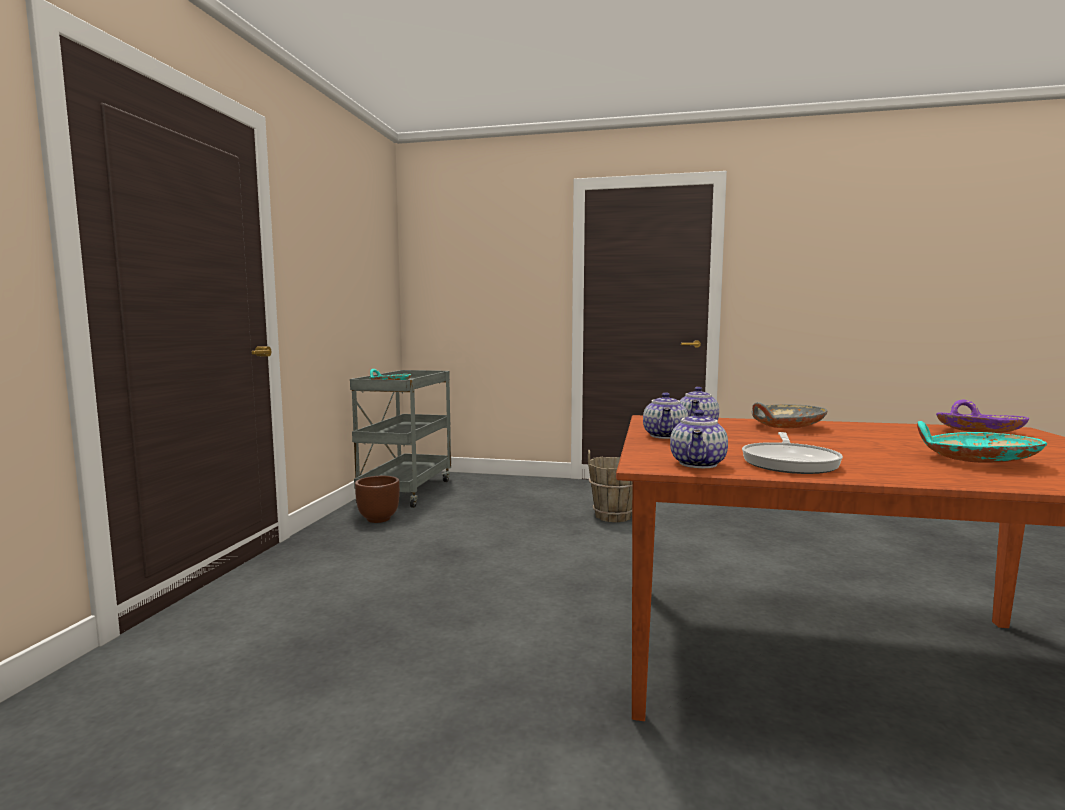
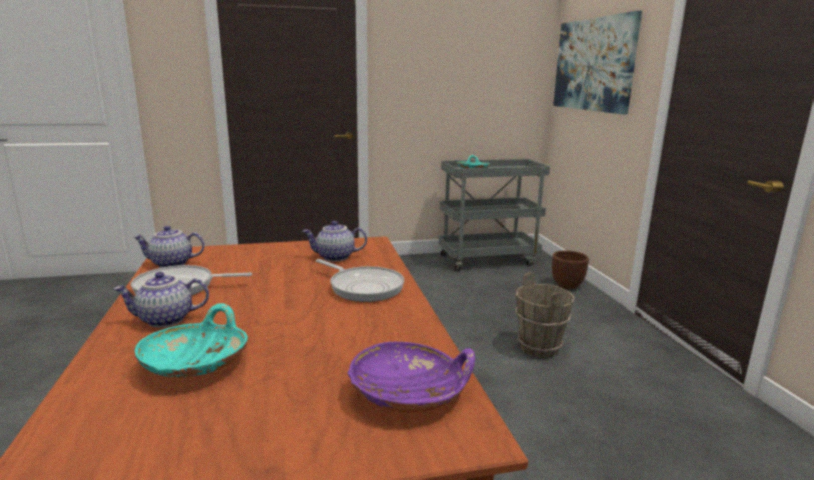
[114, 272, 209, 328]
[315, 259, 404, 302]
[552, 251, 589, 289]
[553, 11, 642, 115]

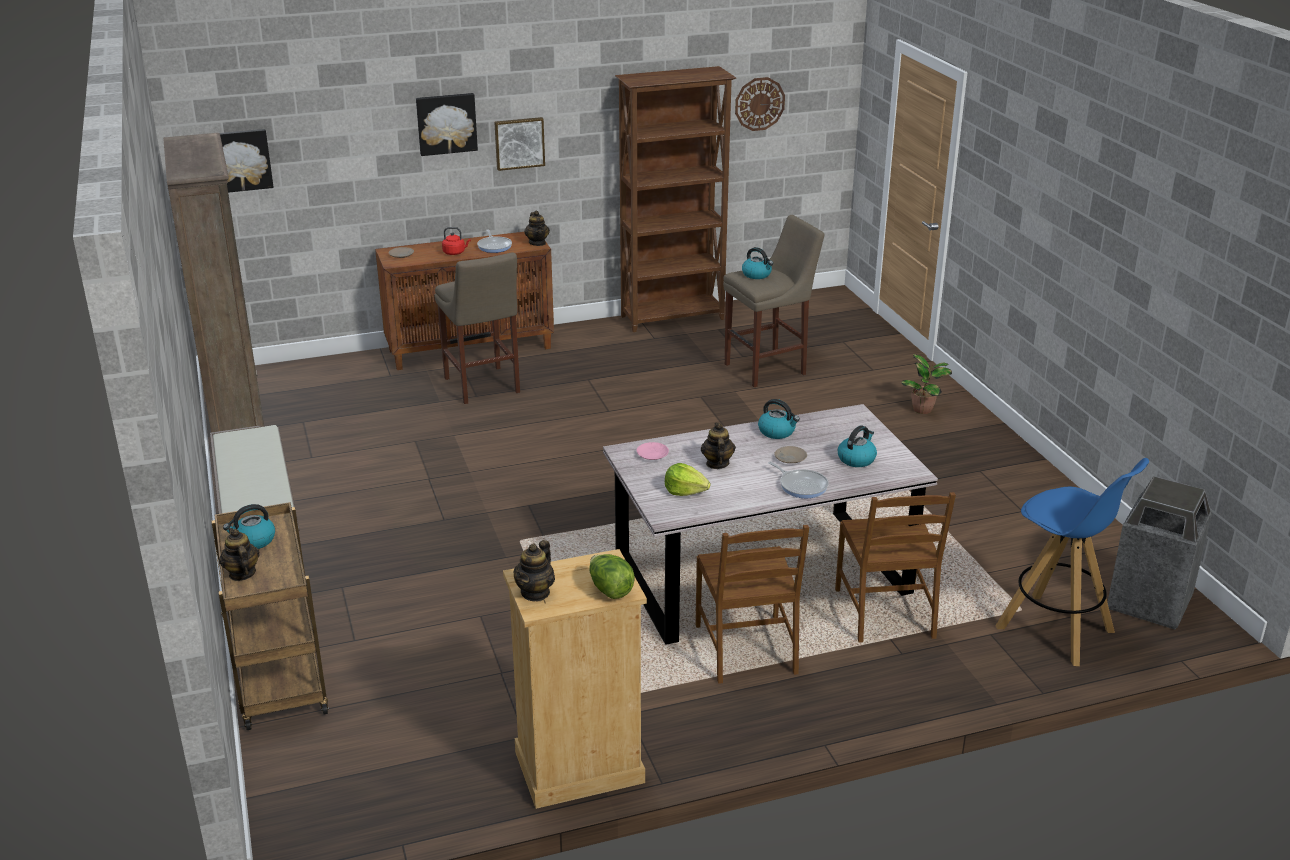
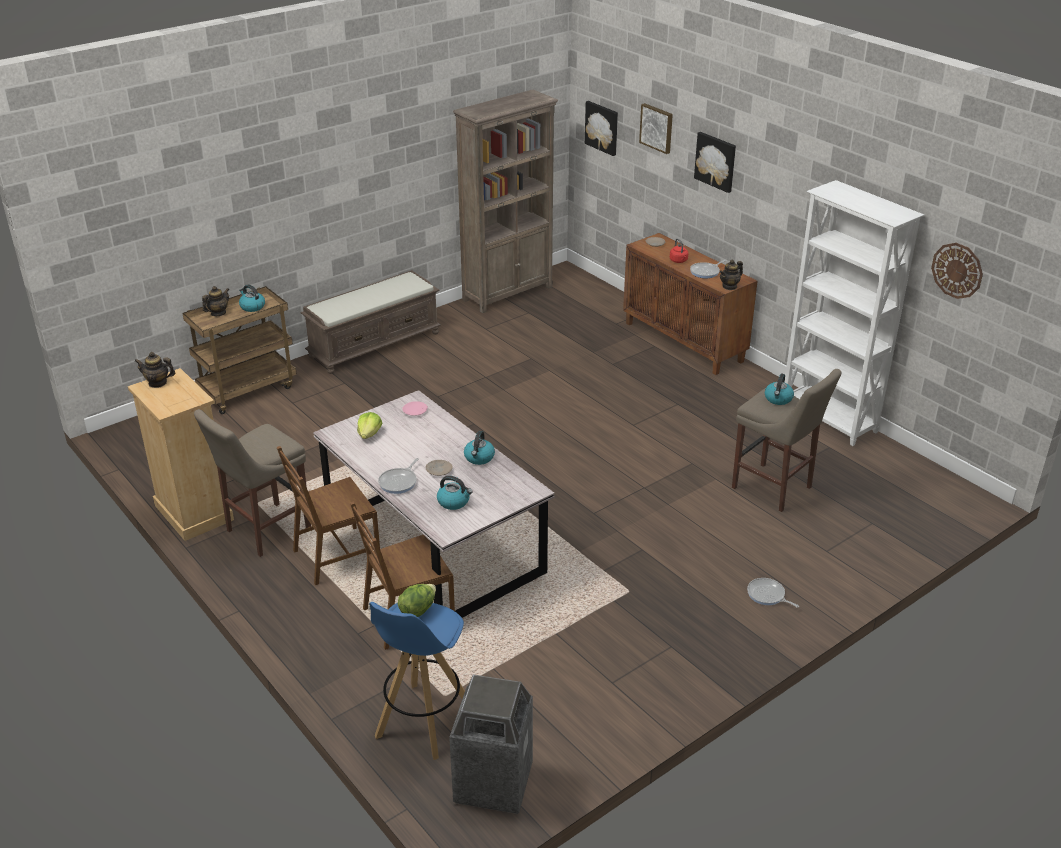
[784, 180, 924, 446]
[639, 103, 673, 154]
[194, 409, 311, 557]
[747, 578, 799, 608]
[701, 423, 736, 469] (first image)
[398, 584, 436, 617]

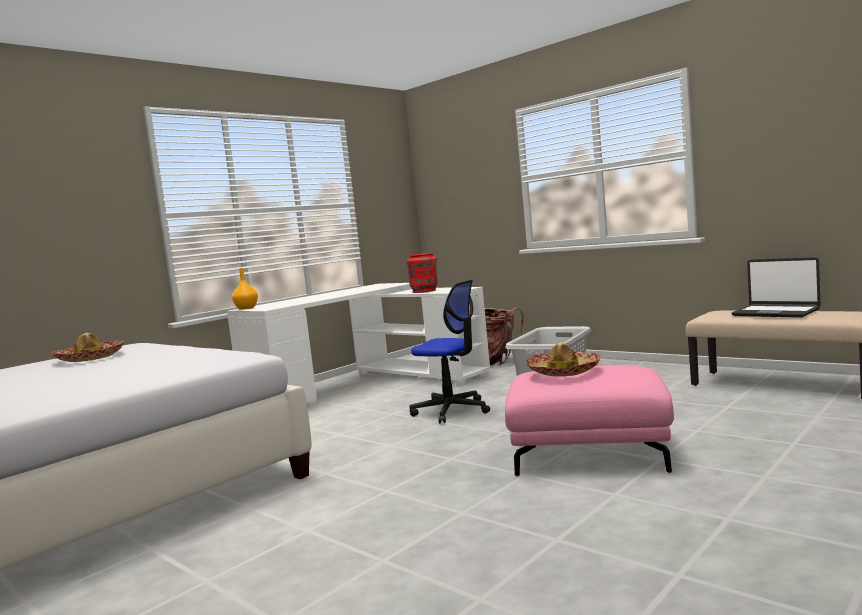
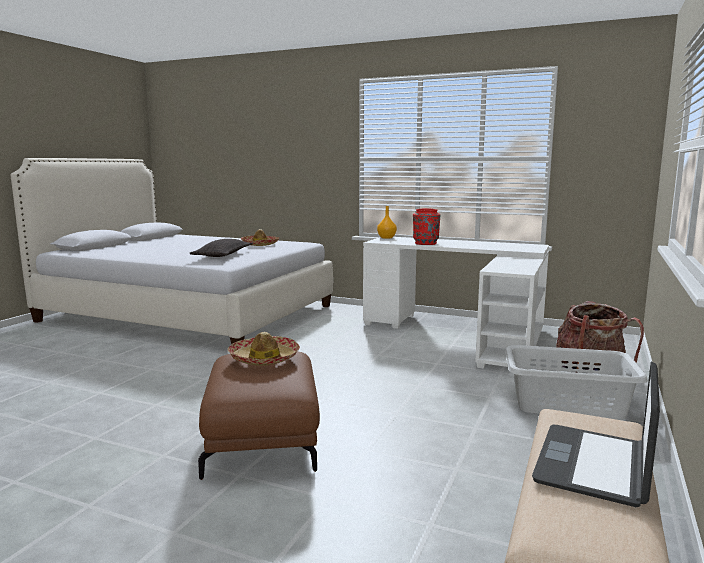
[413, 208, 440, 245]
[409, 280, 490, 424] (first image)
[198, 351, 320, 480]
[190, 239, 253, 257]

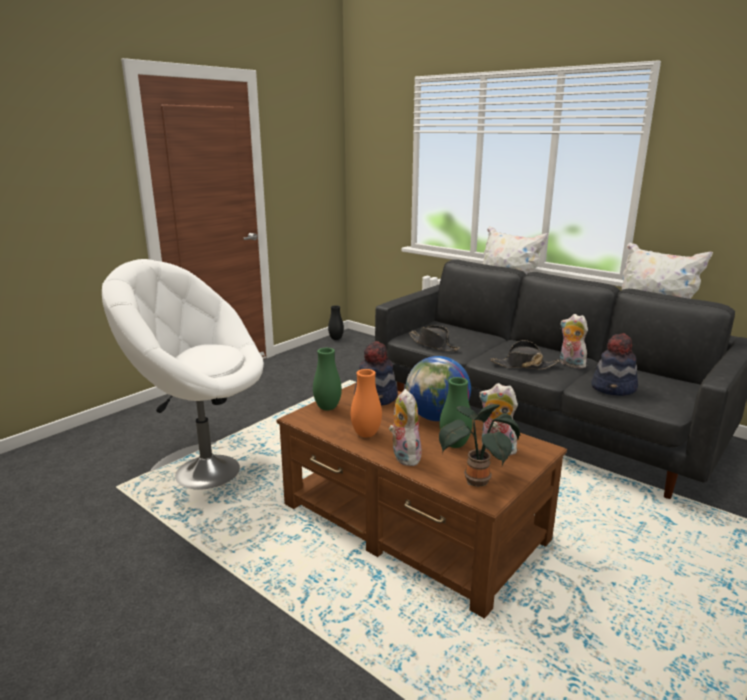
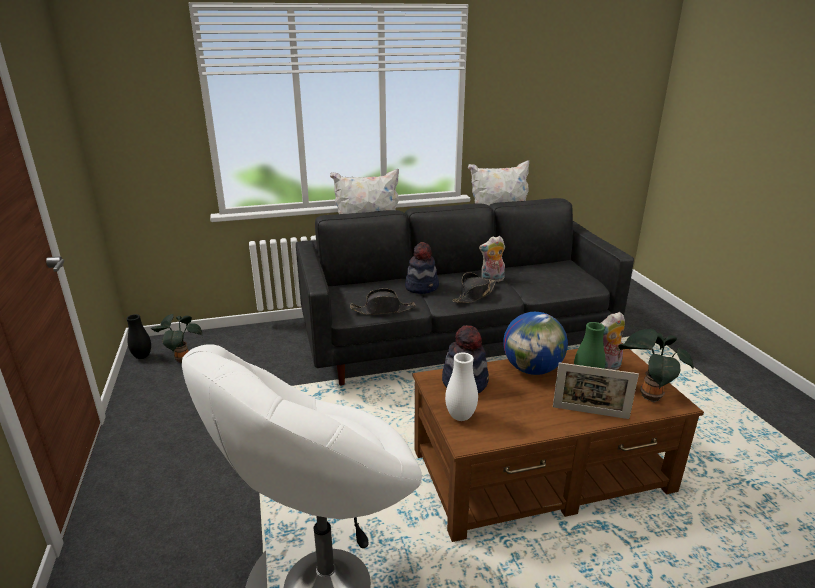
[405, 242, 439, 294]
[445, 353, 478, 421]
[351, 369, 382, 438] (first image)
[553, 362, 639, 419]
[150, 314, 203, 363]

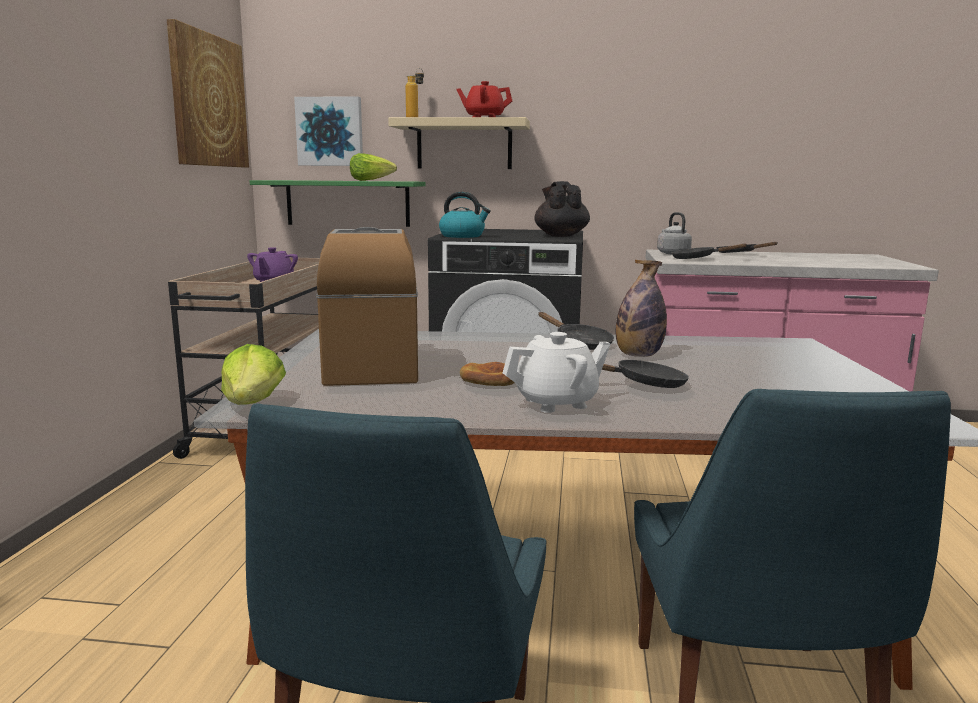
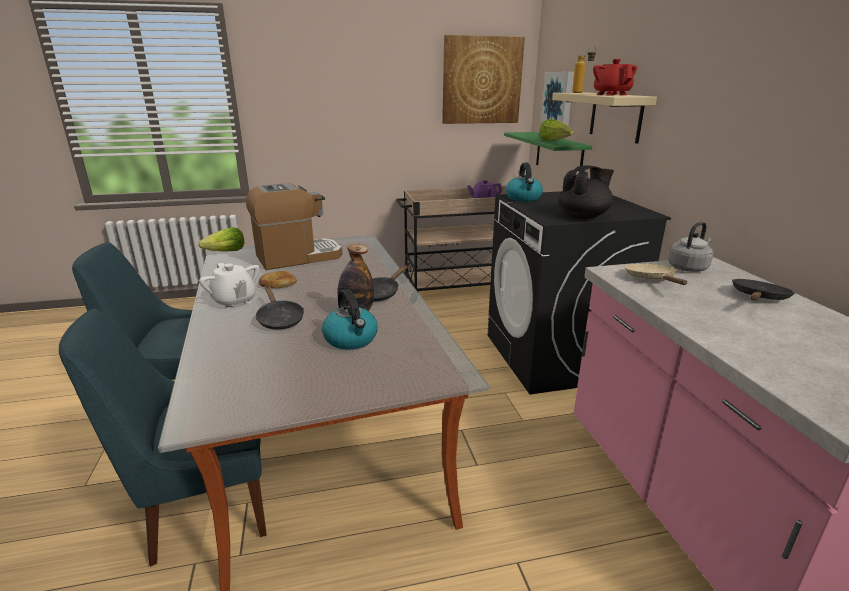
[625, 264, 687, 285]
[322, 289, 378, 350]

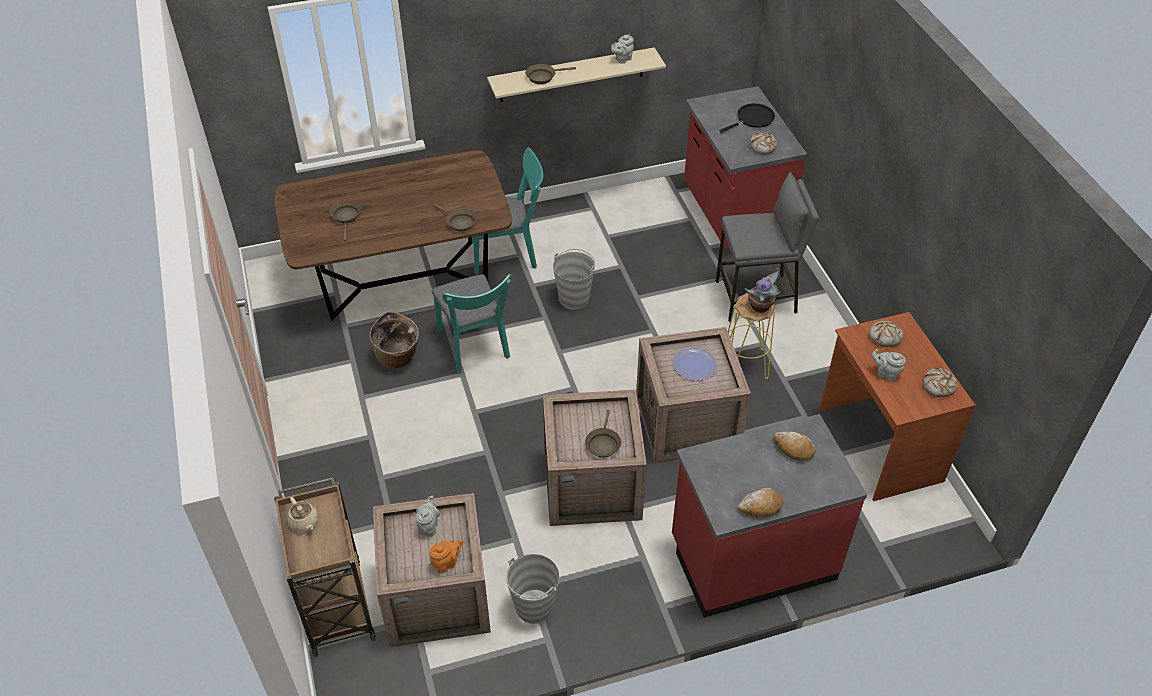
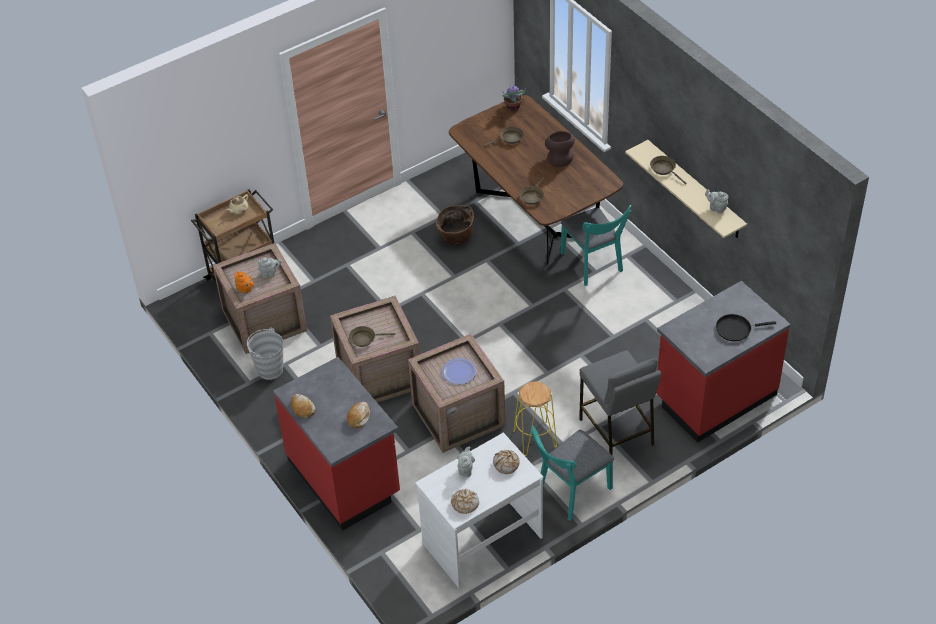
[716, 314, 776, 341]
[750, 132, 777, 154] (first image)
[553, 249, 595, 310] (first image)
[501, 84, 526, 111]
[531, 426, 614, 521]
[415, 433, 544, 588]
[545, 131, 575, 167]

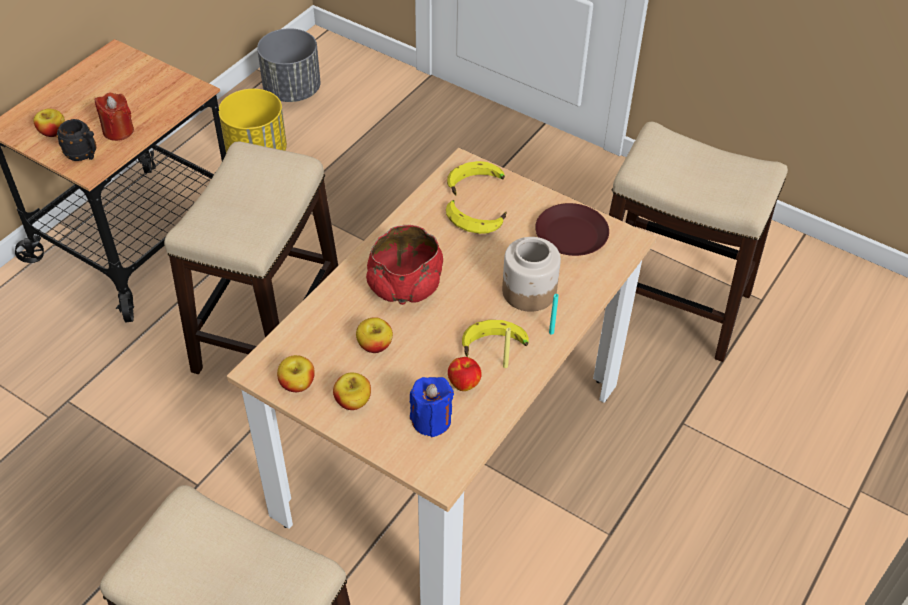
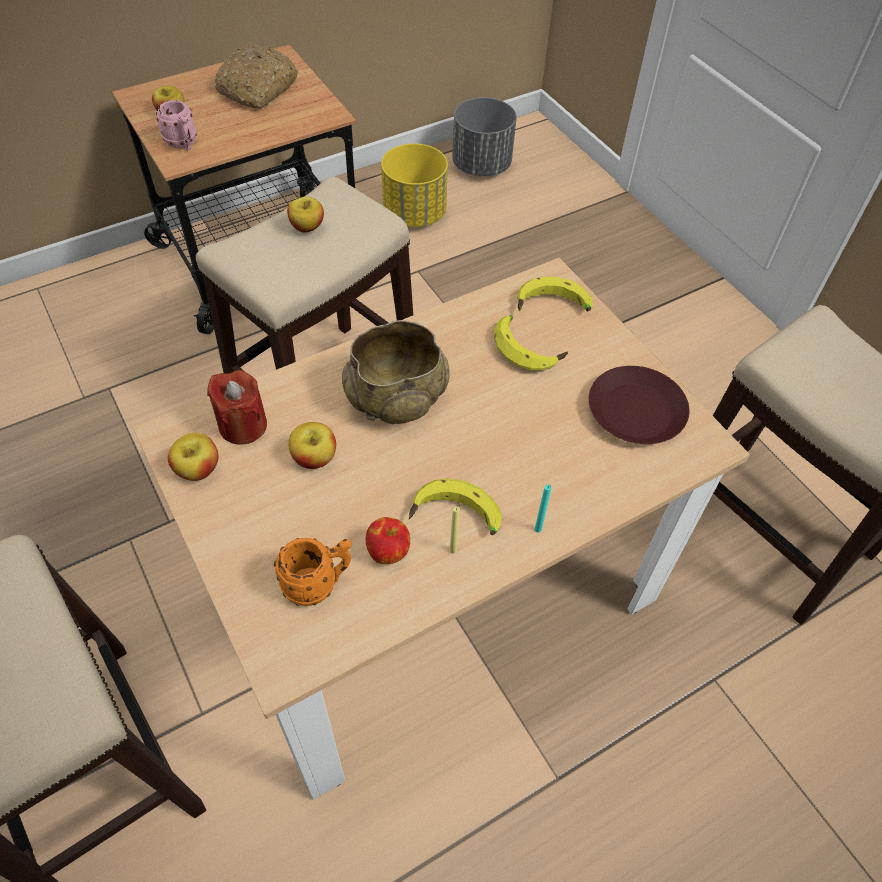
[207, 370, 267, 445]
[156, 100, 197, 151]
[342, 320, 450, 424]
[502, 237, 561, 312] (first image)
[287, 196, 324, 232]
[274, 538, 352, 606]
[215, 44, 298, 109]

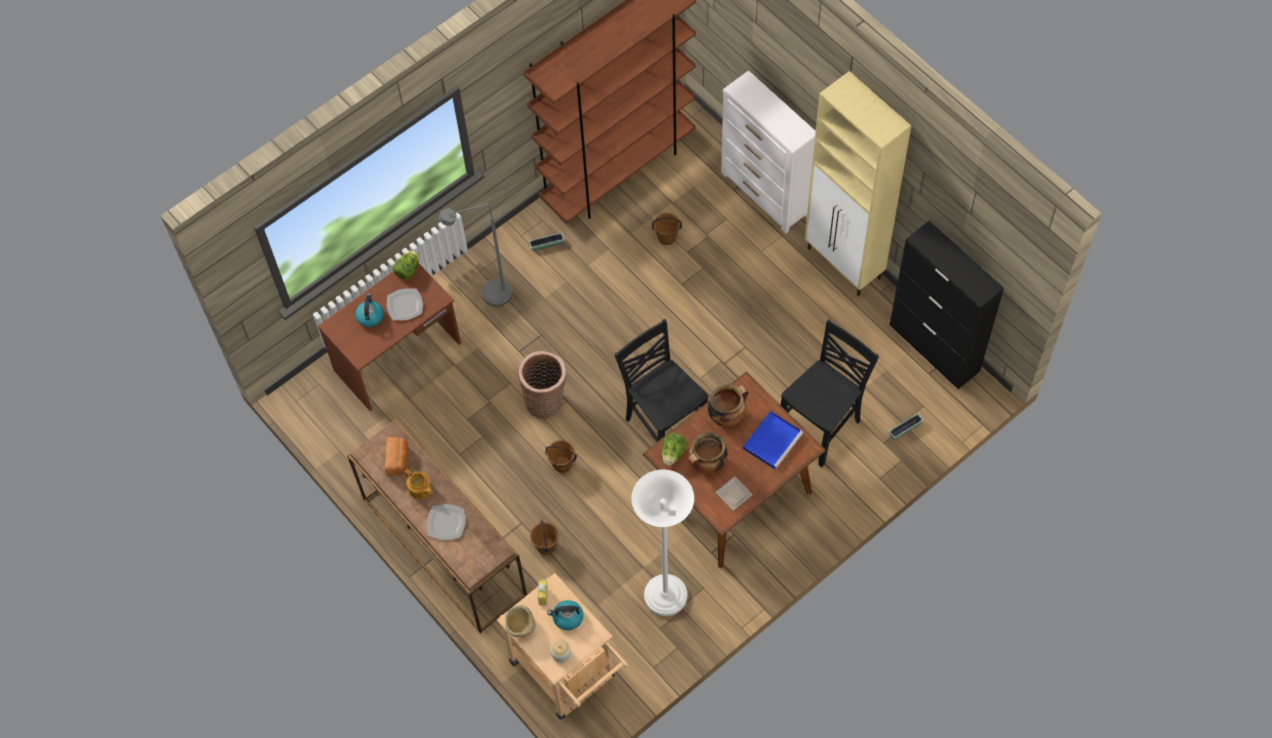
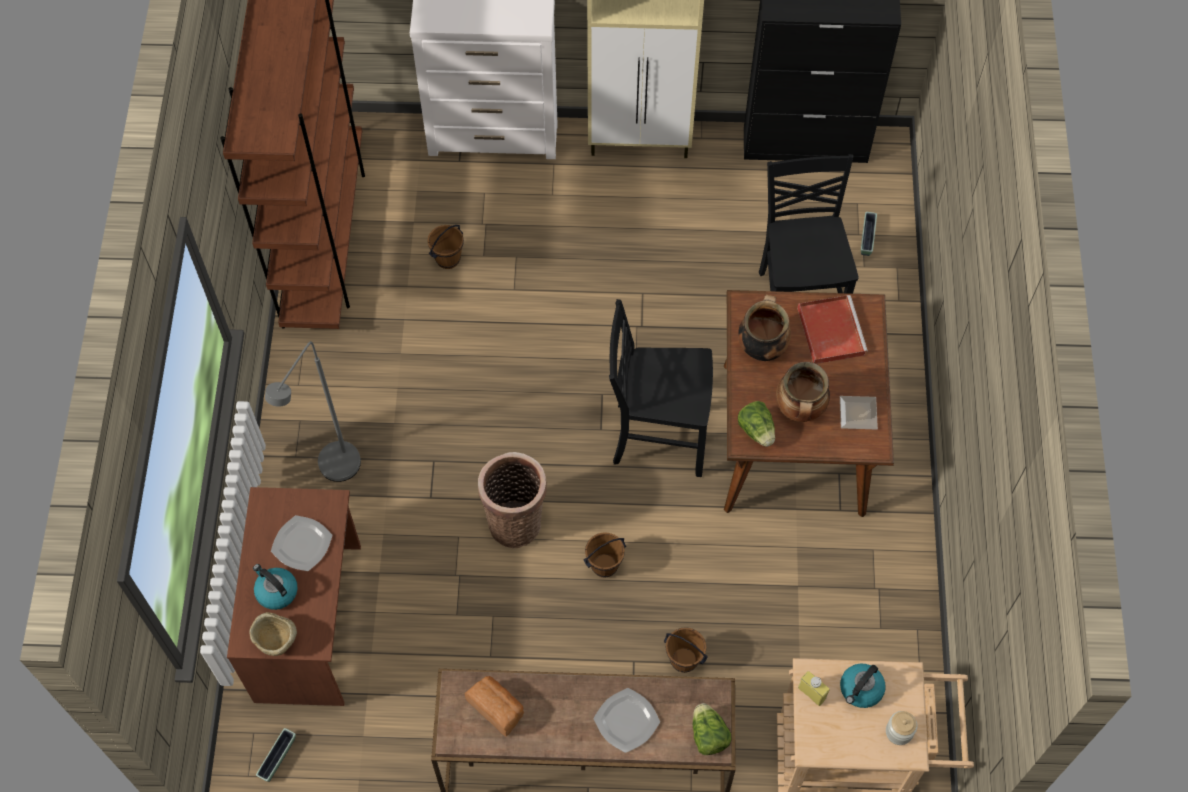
[256, 728, 296, 782]
[693, 703, 731, 755]
[797, 295, 868, 364]
[405, 469, 432, 500] (first image)
[632, 469, 694, 616] (first image)
[249, 612, 297, 656]

